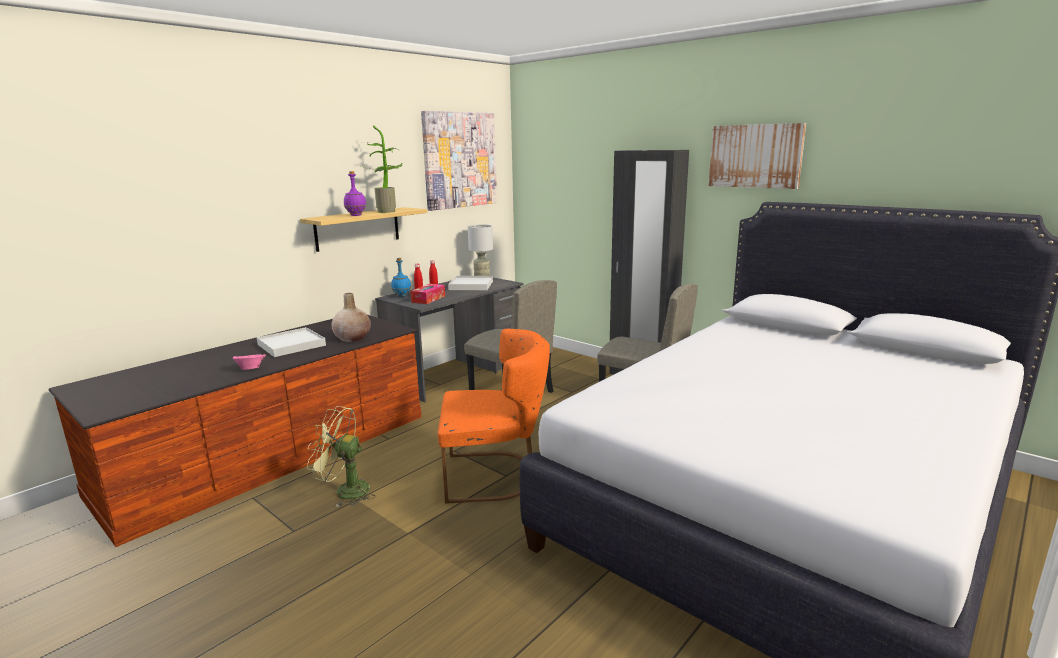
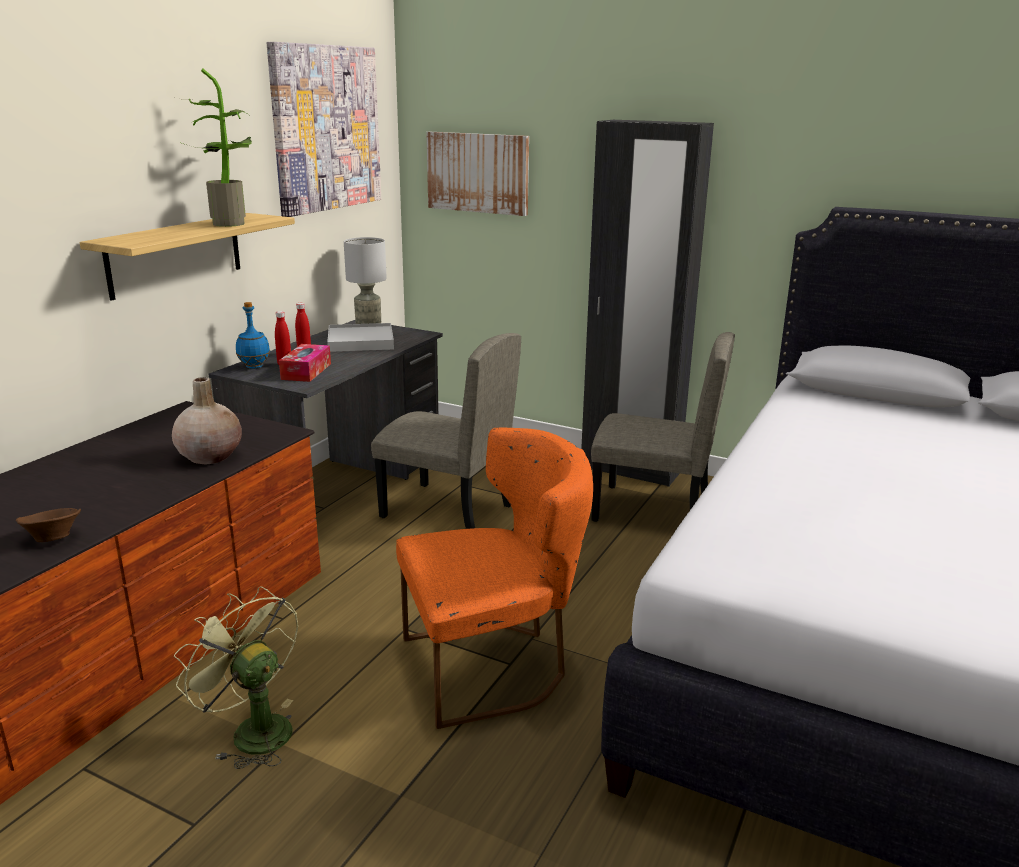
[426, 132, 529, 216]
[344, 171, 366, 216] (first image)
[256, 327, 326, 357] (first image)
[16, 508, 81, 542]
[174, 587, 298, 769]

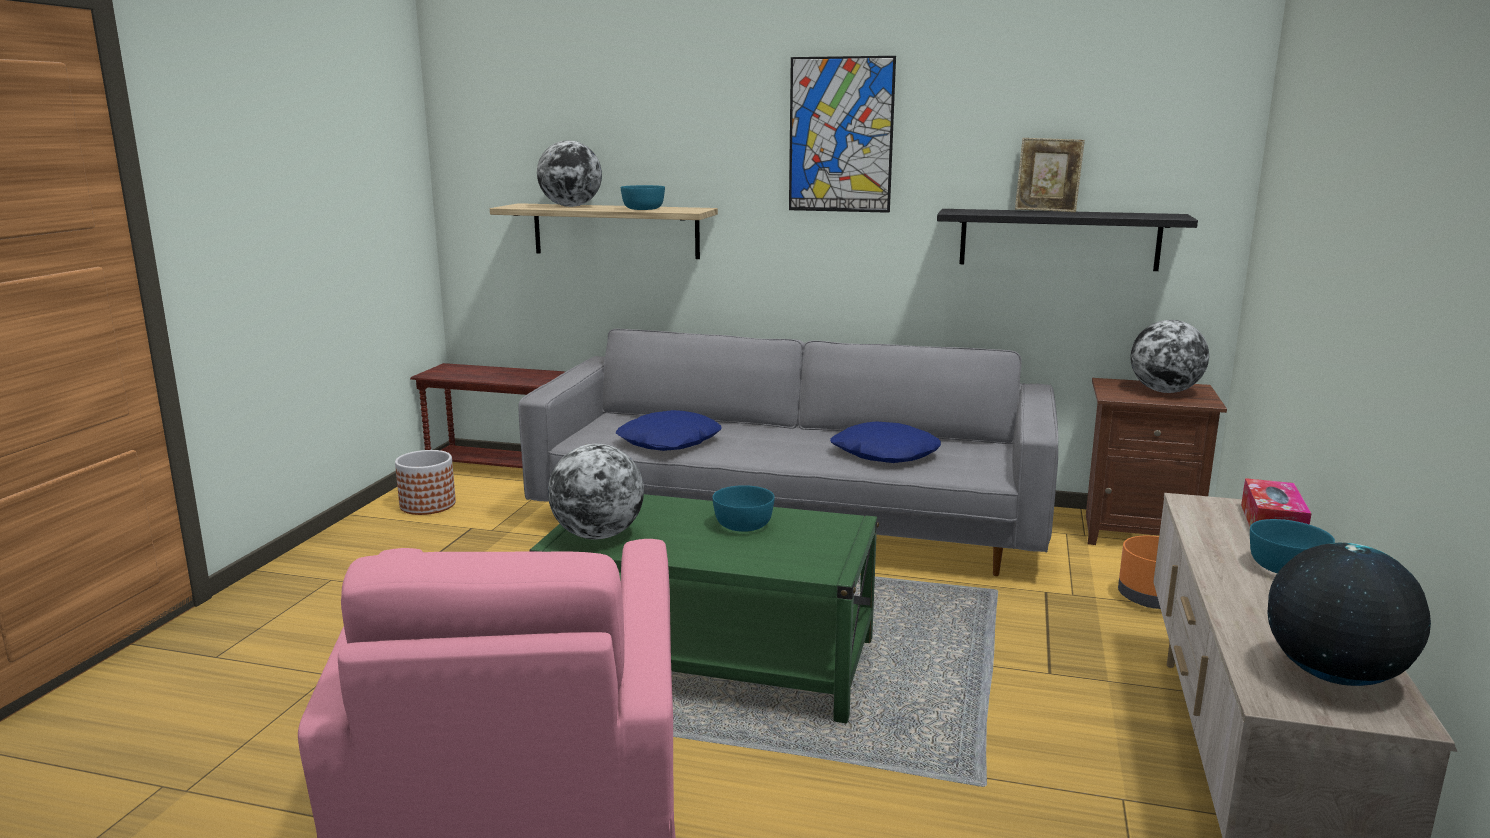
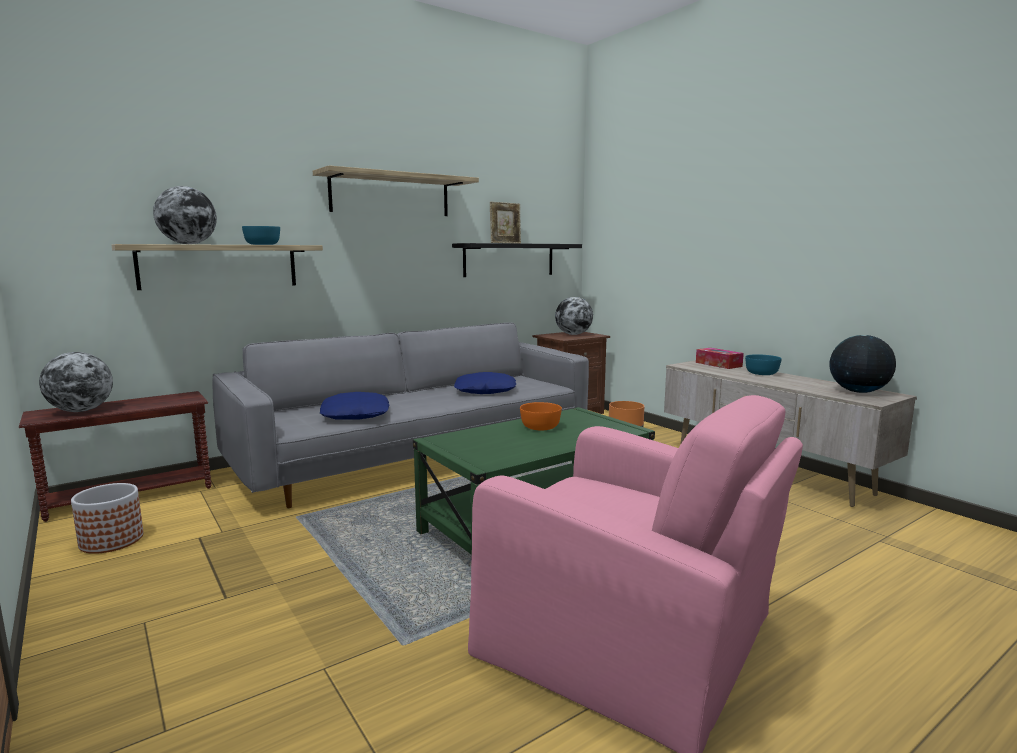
[313, 165, 479, 216]
[39, 352, 113, 412]
[520, 402, 562, 430]

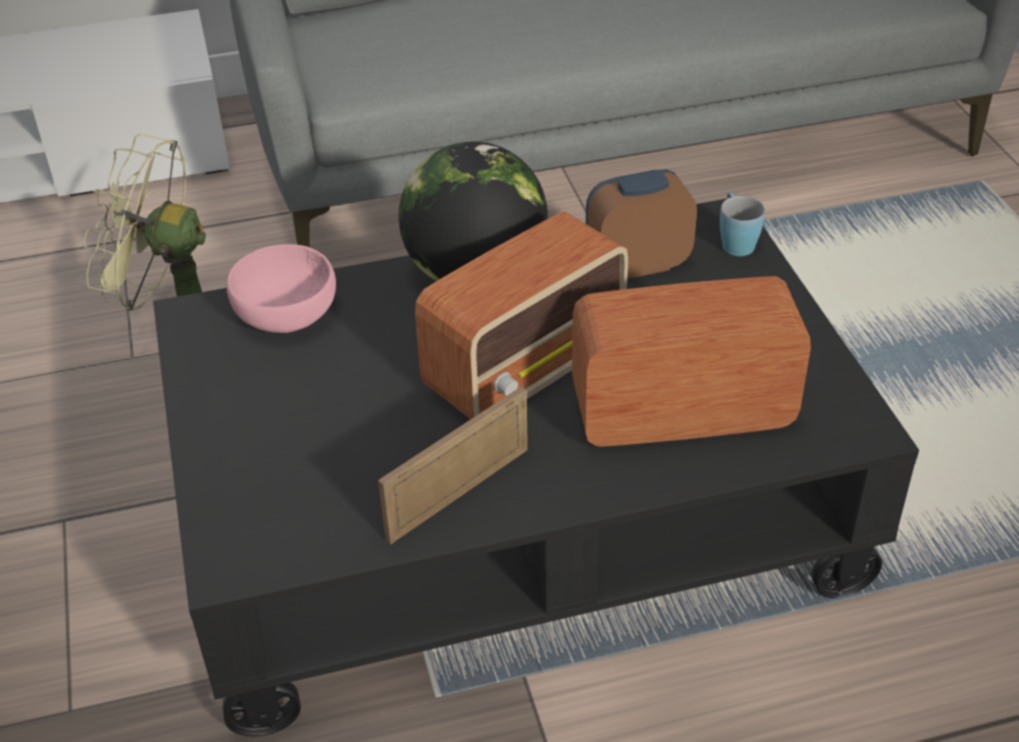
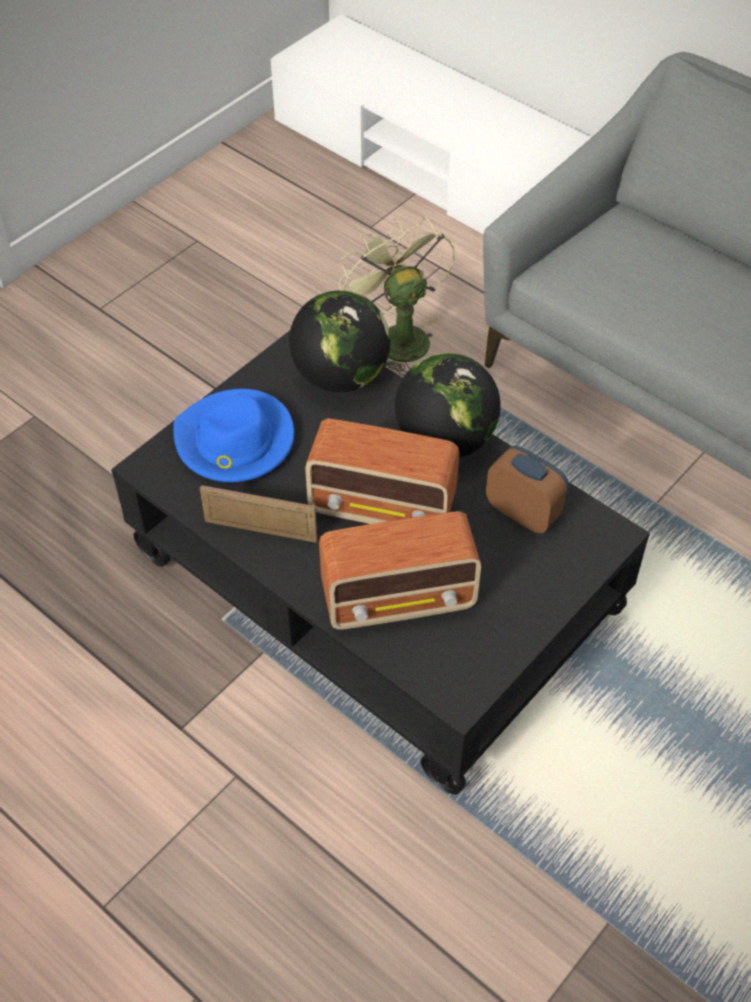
[720, 192, 765, 256] (first image)
[289, 290, 390, 392]
[319, 511, 481, 630]
[173, 389, 294, 482]

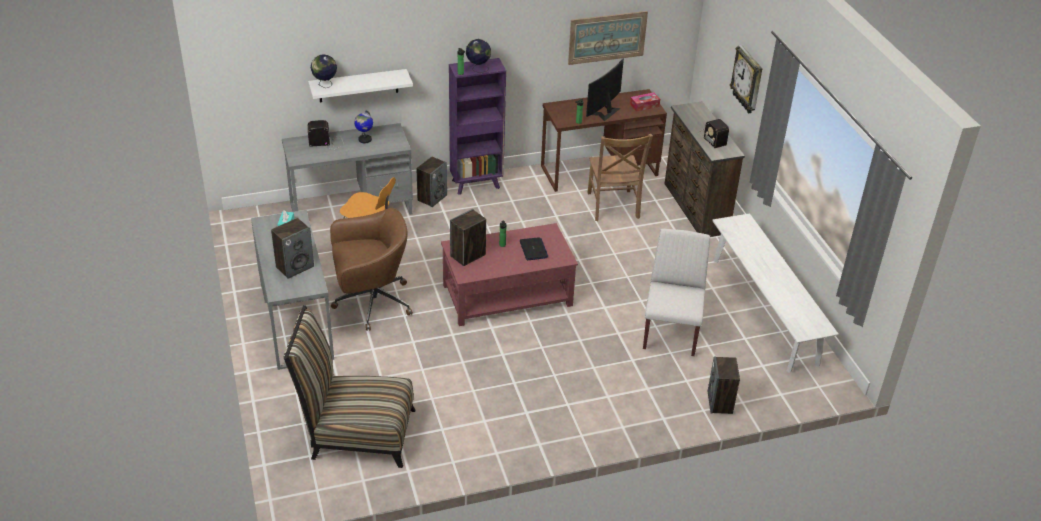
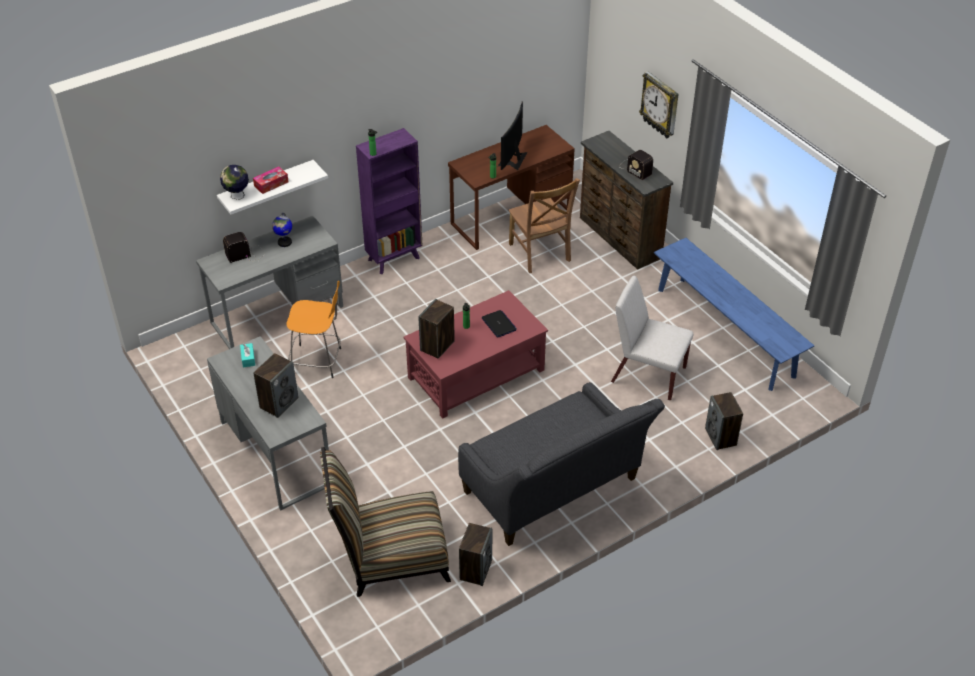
[568, 11, 648, 65] (first image)
[466, 39, 491, 72] (first image)
[253, 167, 289, 194]
[459, 523, 492, 586]
[330, 208, 413, 331] (first image)
[654, 238, 814, 391]
[611, 276, 694, 400]
[458, 382, 665, 546]

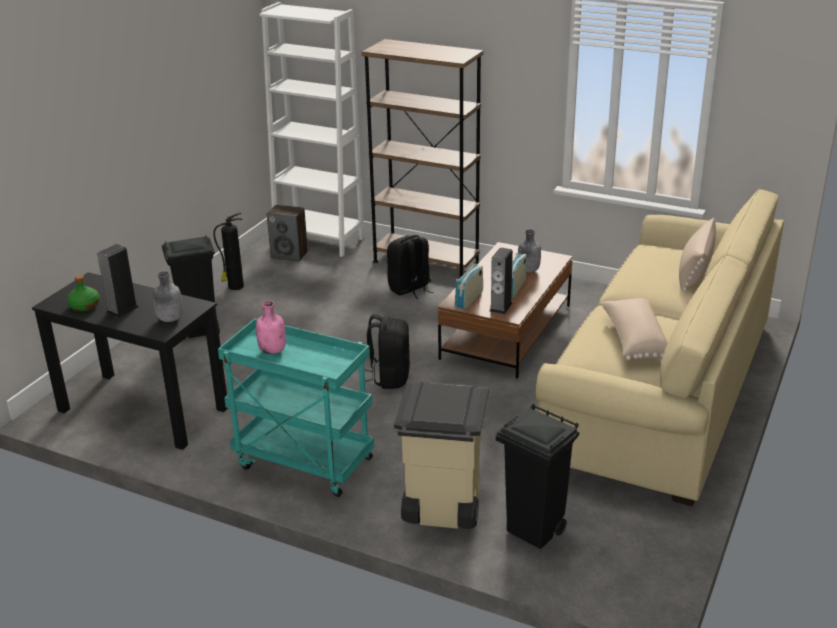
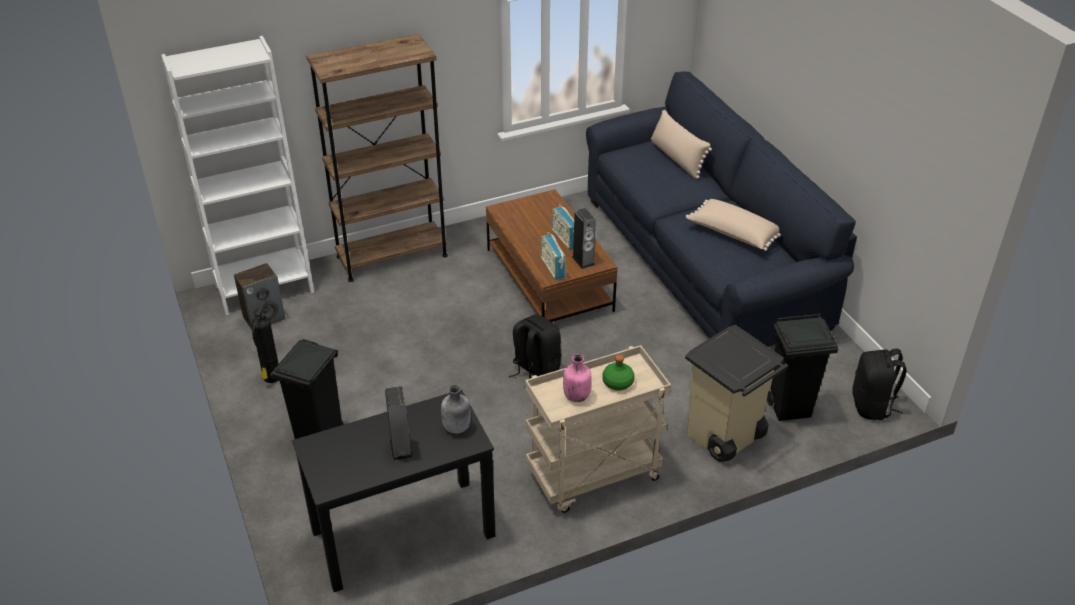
[586, 72, 857, 347]
[518, 229, 541, 272] (first image)
[852, 349, 906, 420]
[602, 355, 635, 390]
[525, 345, 671, 513]

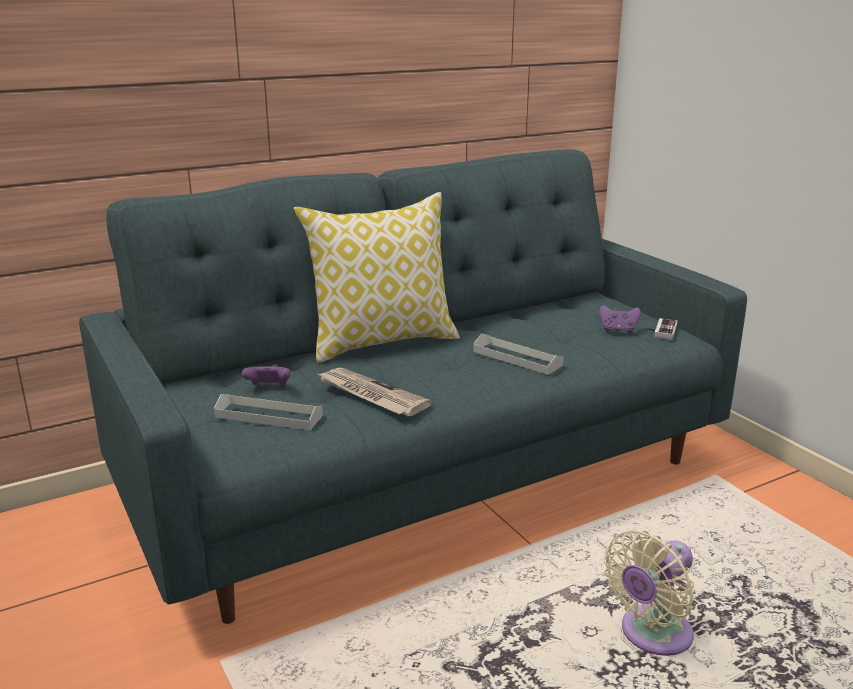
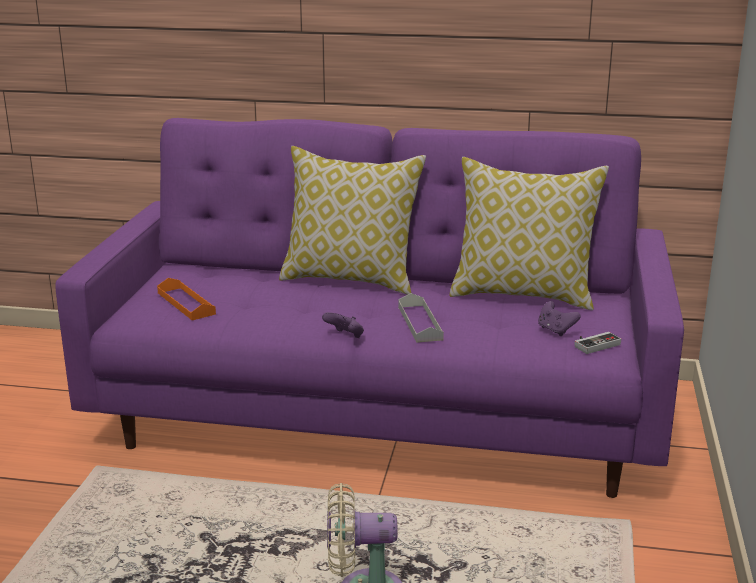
[55, 118, 684, 498]
[322, 312, 364, 338]
[316, 368, 432, 416] (first image)
[157, 278, 216, 320]
[449, 157, 609, 310]

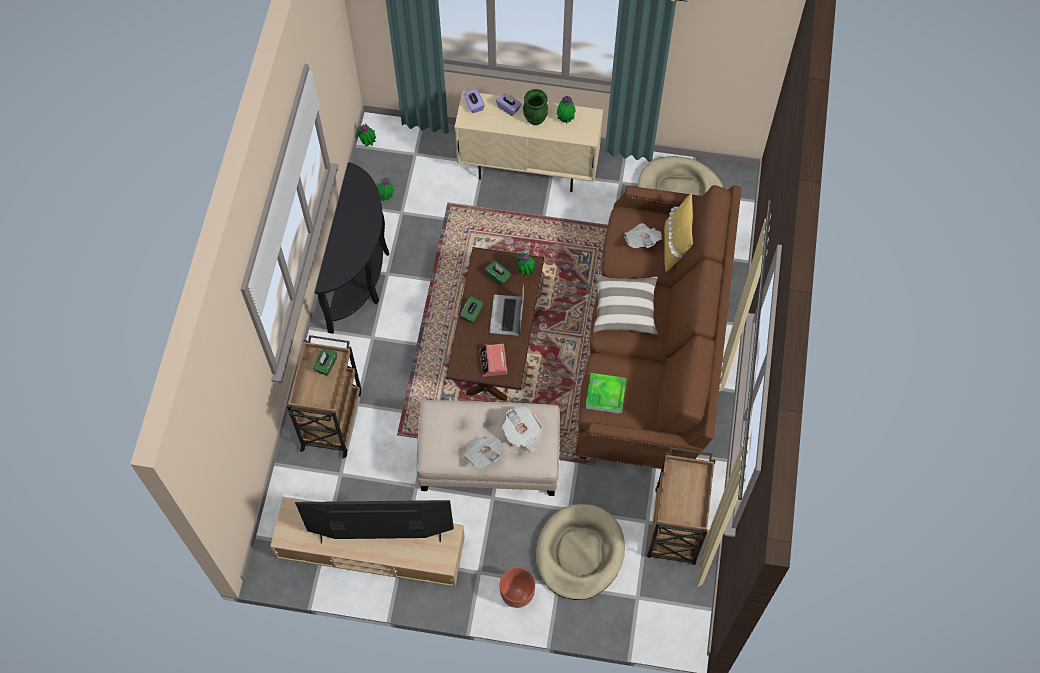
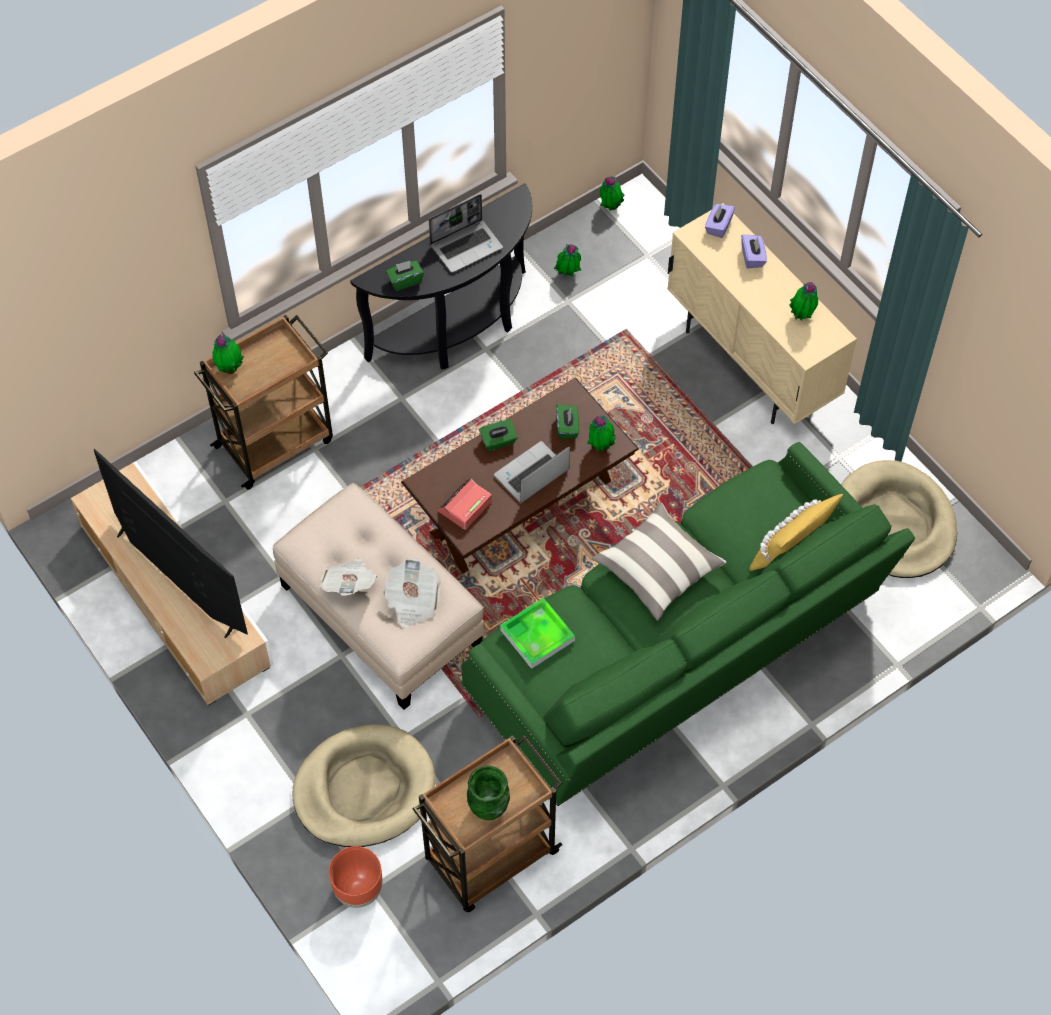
[467, 766, 510, 820]
[461, 442, 915, 806]
[624, 223, 662, 248] (first image)
[386, 261, 424, 291]
[329, 846, 383, 908]
[429, 194, 503, 273]
[212, 335, 244, 374]

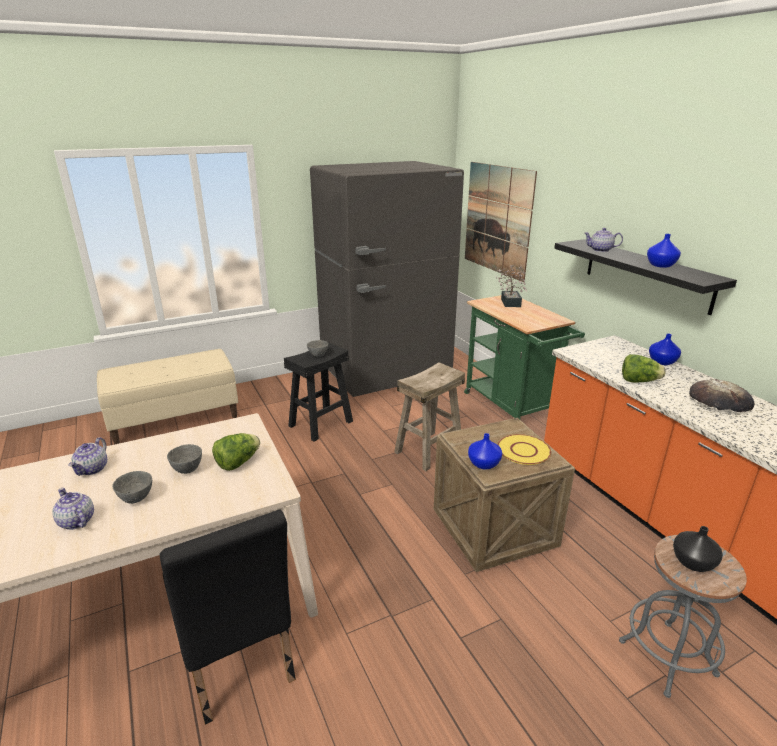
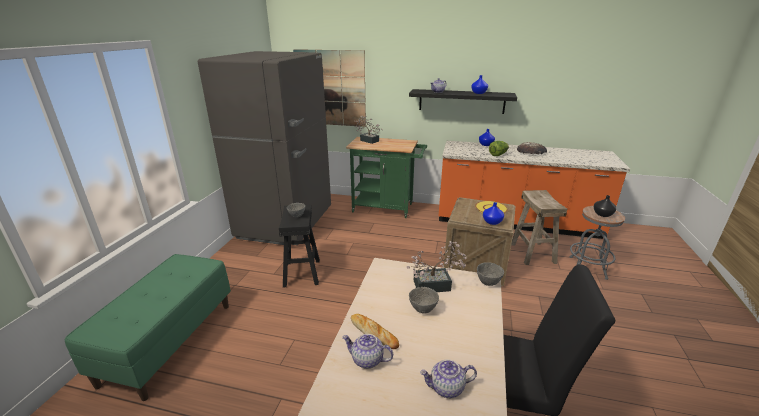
[65, 254, 231, 401]
[511, 190, 567, 265]
[406, 241, 467, 292]
[342, 334, 393, 369]
[477, 262, 504, 286]
[351, 314, 399, 349]

